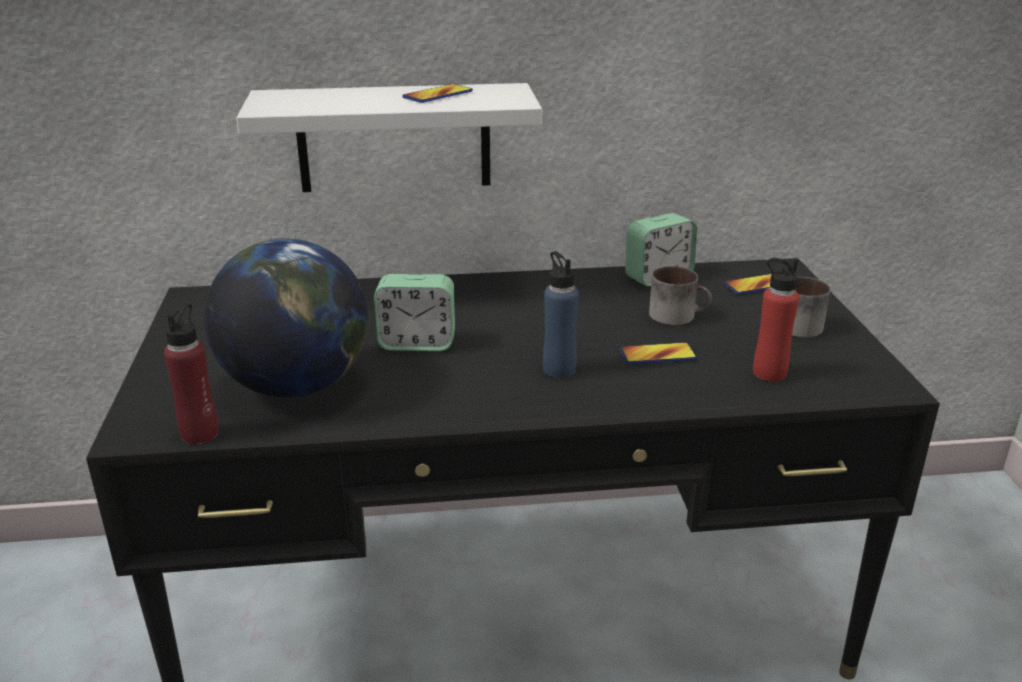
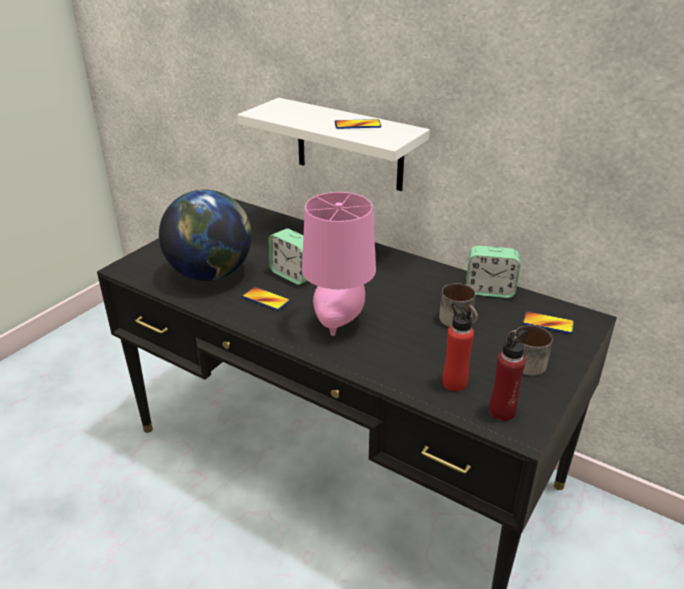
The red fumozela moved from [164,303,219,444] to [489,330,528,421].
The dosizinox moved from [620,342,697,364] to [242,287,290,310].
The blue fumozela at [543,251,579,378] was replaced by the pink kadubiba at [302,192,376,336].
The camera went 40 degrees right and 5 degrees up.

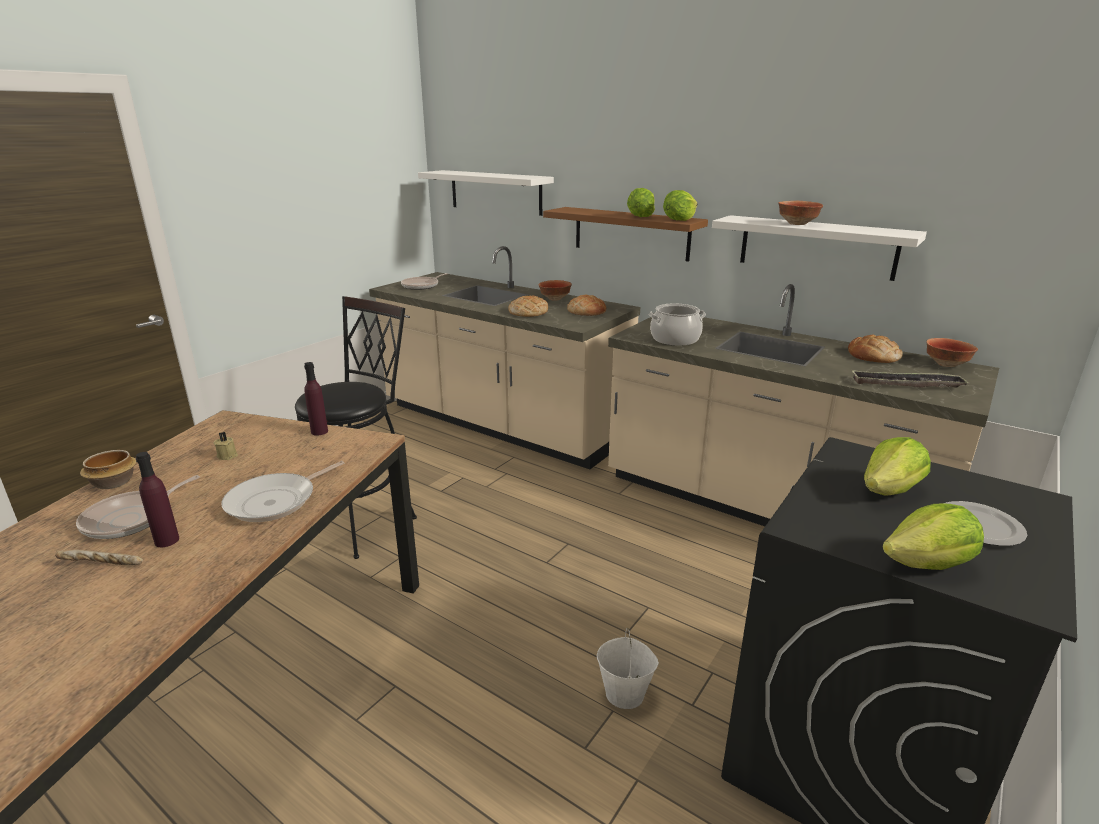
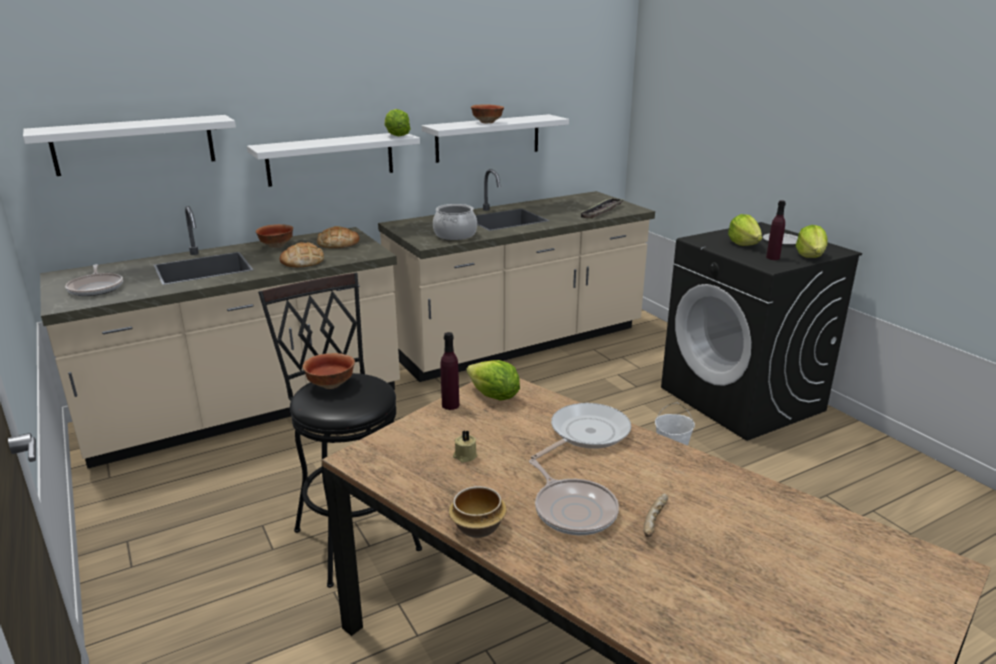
The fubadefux at [848,334,903,363] disappeared.
The purple fumozela moved from [136,452,179,547] to [766,200,786,260].
The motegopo moved from [627,188,655,217] to [467,360,520,401].
The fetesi moved from [926,338,978,367] to [303,353,355,389].
The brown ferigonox at [543,207,708,262] became the white ferigonox at [247,133,420,187].
The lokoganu at [222,461,344,522] turned 105 degrees counterclockwise.
The camera went 65 degrees left and 0 degrees up.

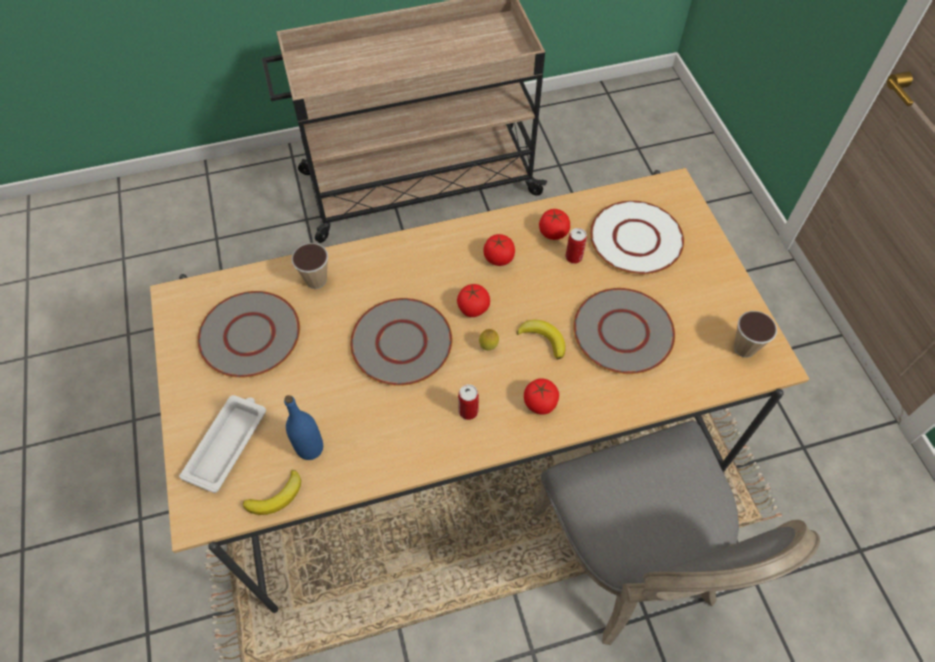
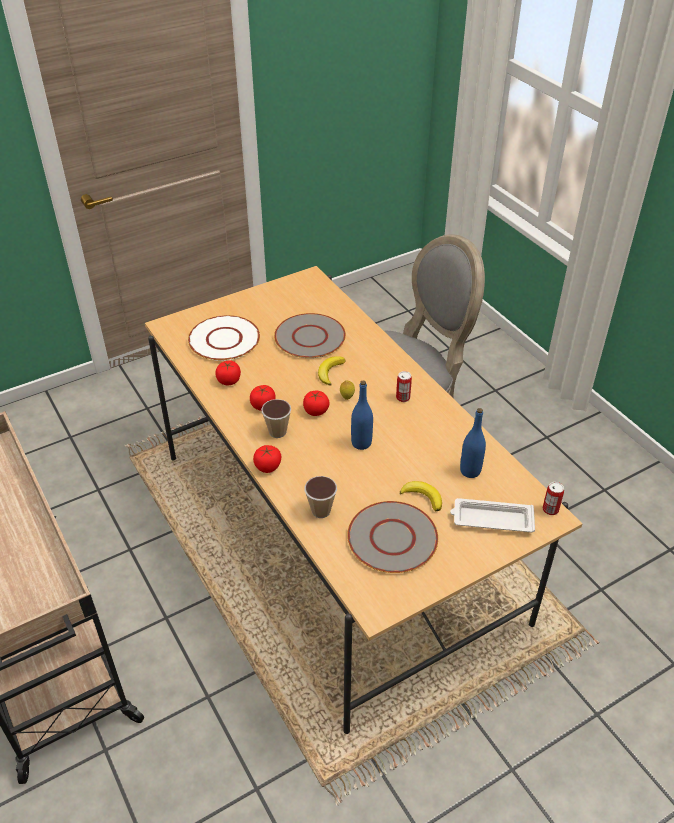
The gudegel moved from [243,470,301,515] to [400,481,442,511].
The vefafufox moved from [524,378,559,415] to [253,445,281,473].
The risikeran moved from [565,228,587,264] to [543,482,564,515].
The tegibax moved from [734,311,777,358] to [261,399,291,438].
The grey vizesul at [350,298,452,386] was replaced by the blue fumozela at [351,380,373,450].
The camera went 105 degrees left and 15 degrees down.

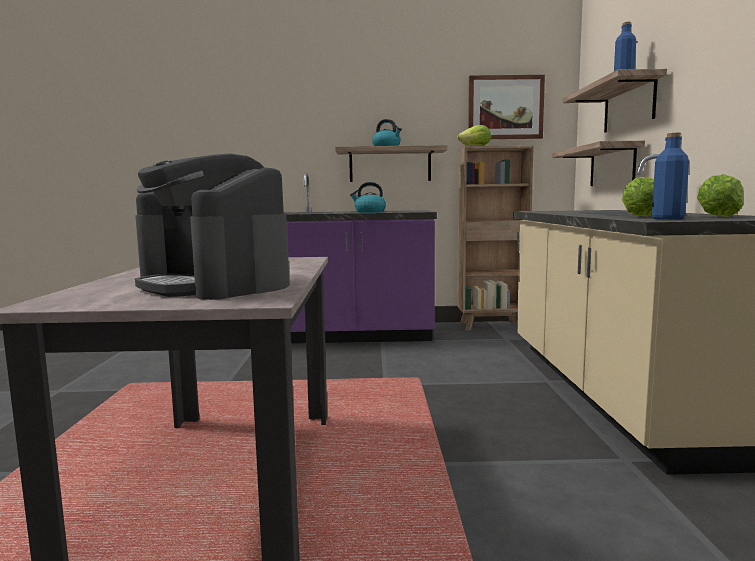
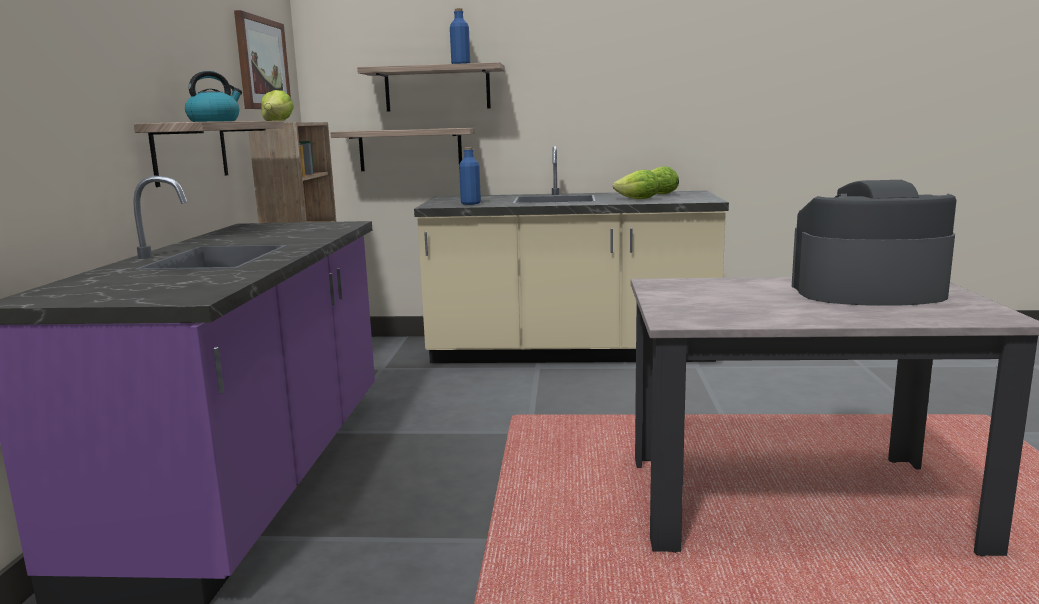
The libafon at [350,182,386,213] disappeared.
The blue fumozela moved from [652,133,689,219] to [459,147,481,205].
The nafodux at [135,153,290,300] turned 135 degrees counterclockwise.
The camera went 85 degrees left and 5 degrees up.

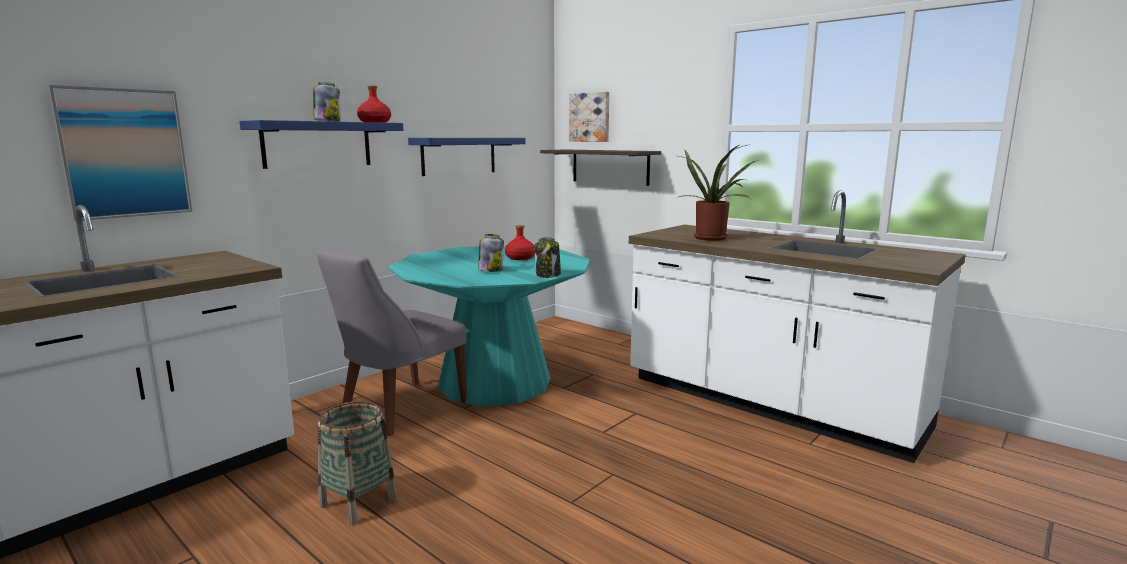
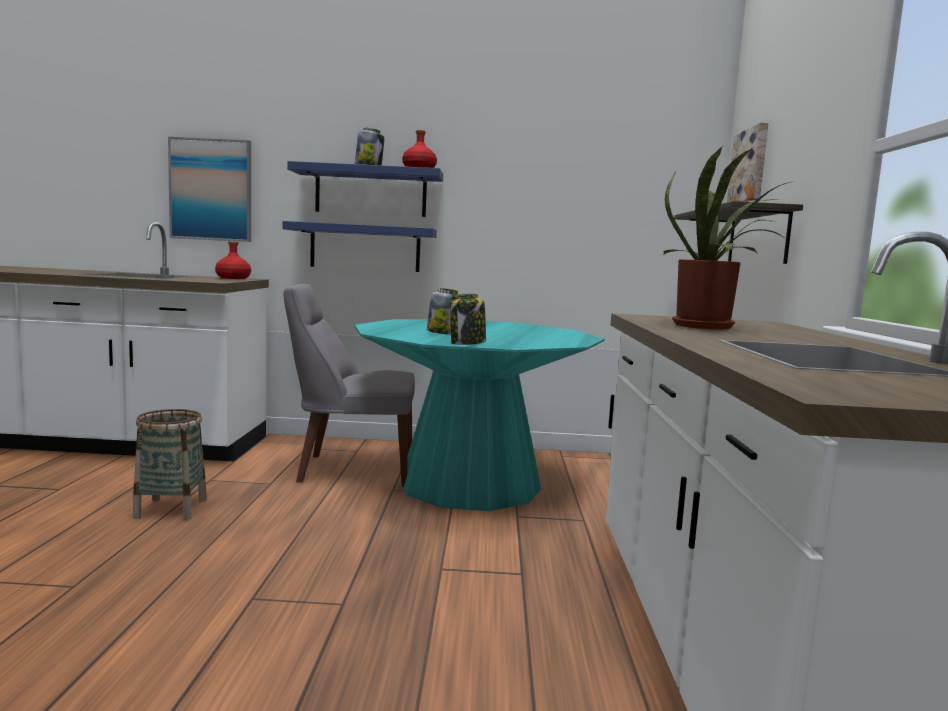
The blue ferigonox moved from [408,138,526,176] to [282,221,437,272].
The red fumozela moved from [505,225,535,260] to [215,241,251,279].
The camera went 50 degrees right and 5 degrees down.

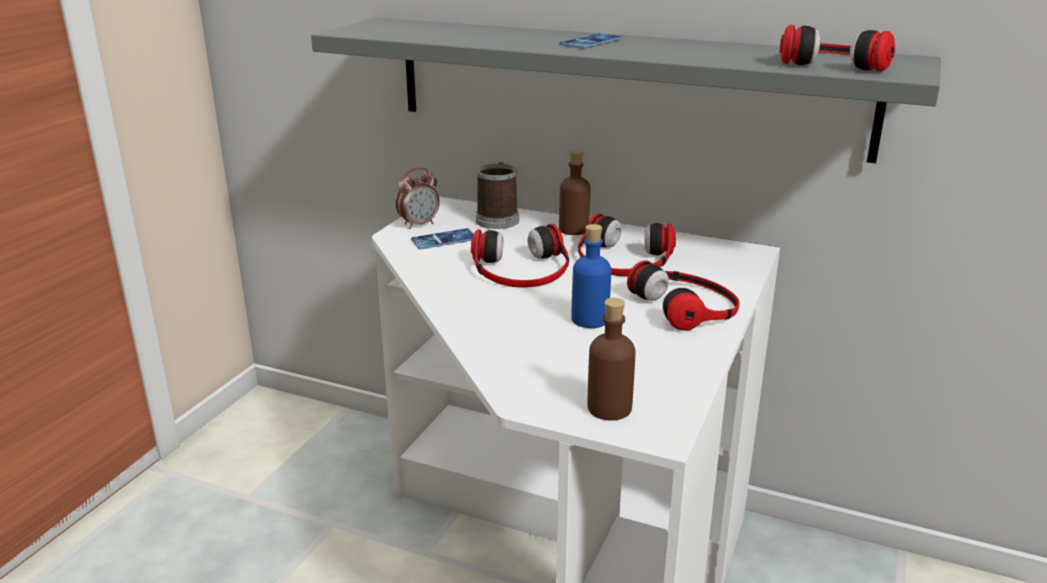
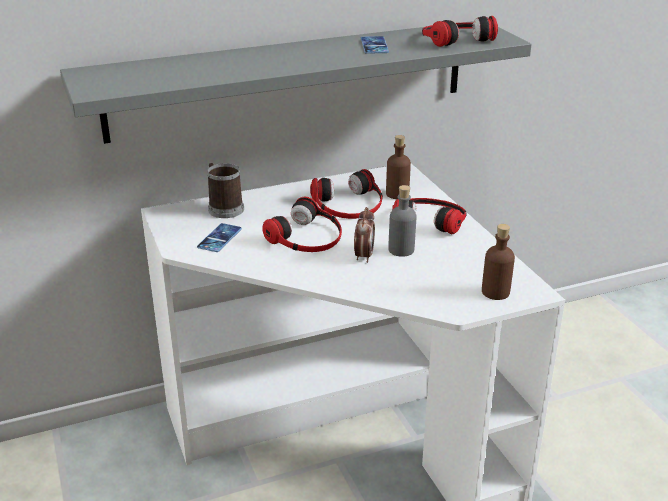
The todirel moved from [395,168,440,229] to [354,207,375,263].
The dosizinox moved from [559,33,622,48] to [361,36,389,54].
The brown fumozela moved from [559,151,591,235] to [386,135,411,199].
The blue fumozela at [571,224,611,328] became the grey fumozela at [388,185,417,257].
The camera went 45 degrees left and 5 degrees up.

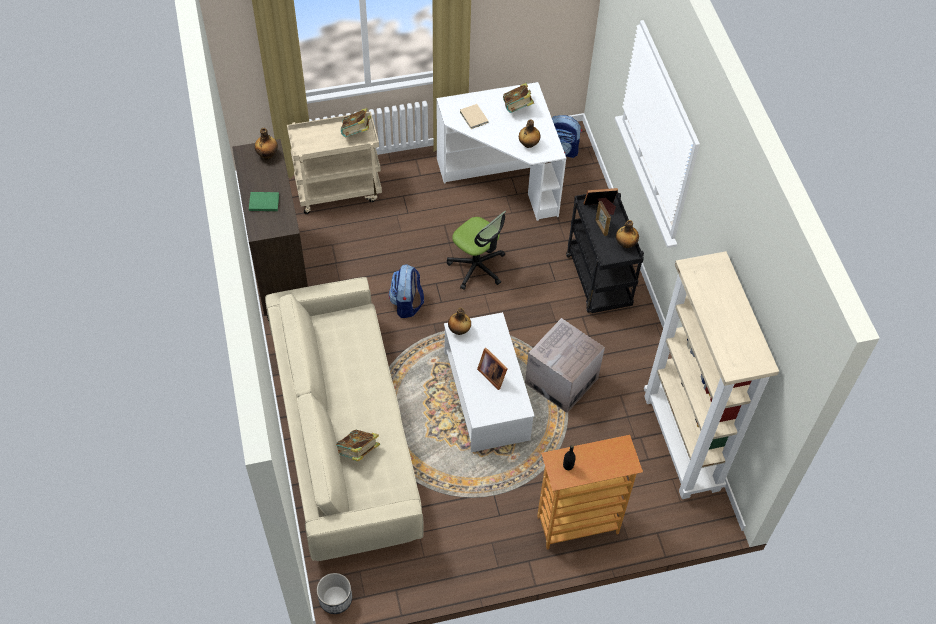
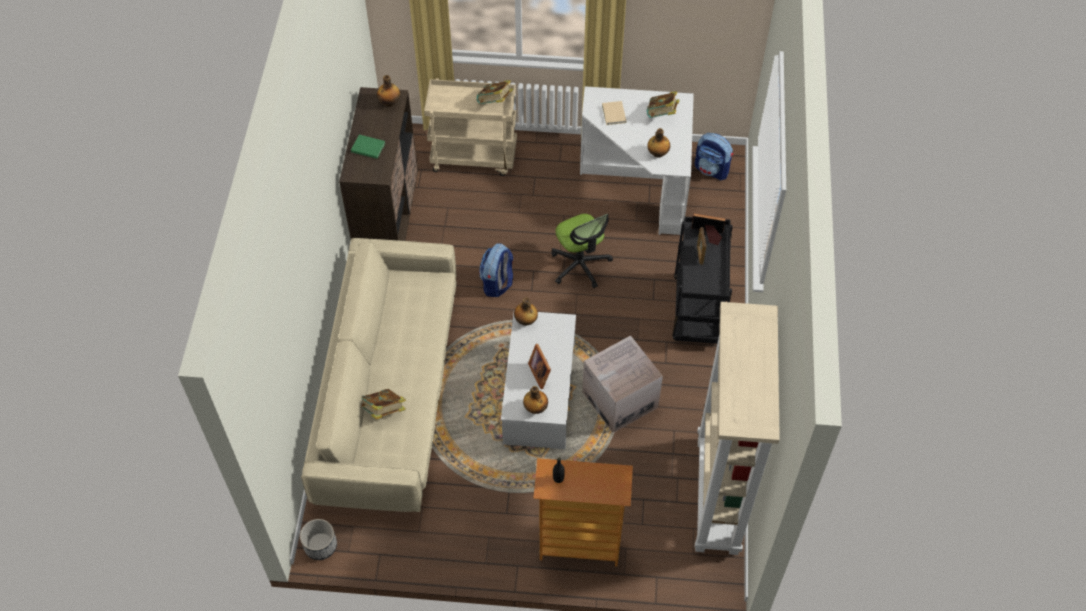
The fumozela moved from [616,220,639,248] to [523,386,548,414].
The camera went 20 degrees right and 0 degrees up.

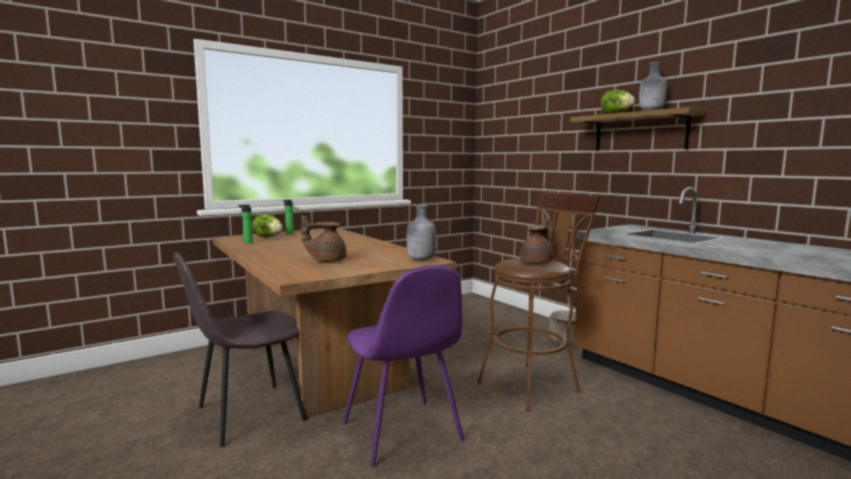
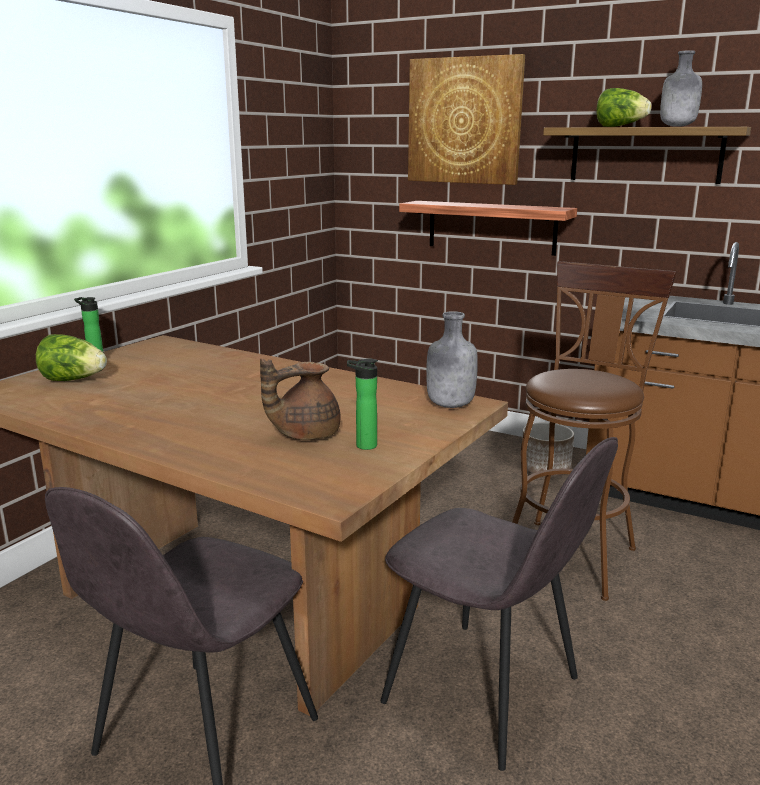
The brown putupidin at [520,217,554,264] disappeared.
The ferigonox at [399,201,577,256] appeared.
The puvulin at [408,54,525,185] appeared.
The fumozela moved from [238,204,253,243] to [347,359,378,450].
The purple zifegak at [343,265,464,467] became the grey zifegak at [381,437,618,771].
The camera went 25 degrees left and 10 degrees up.

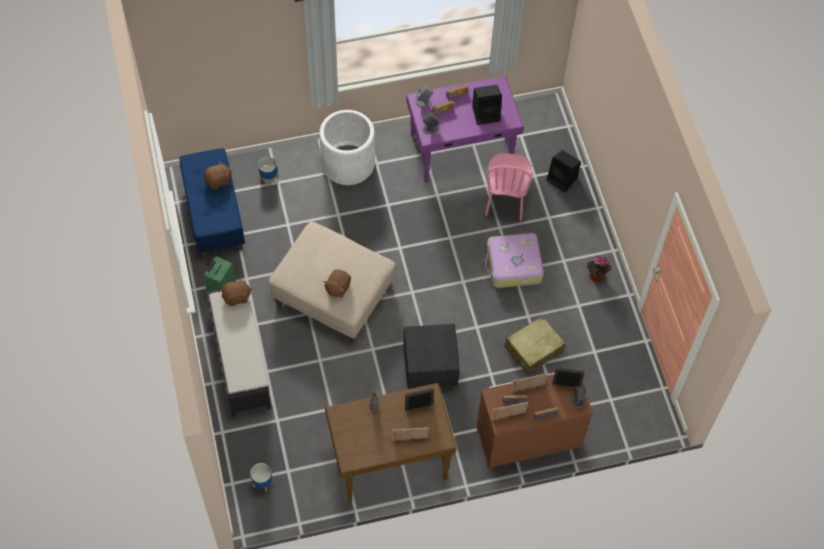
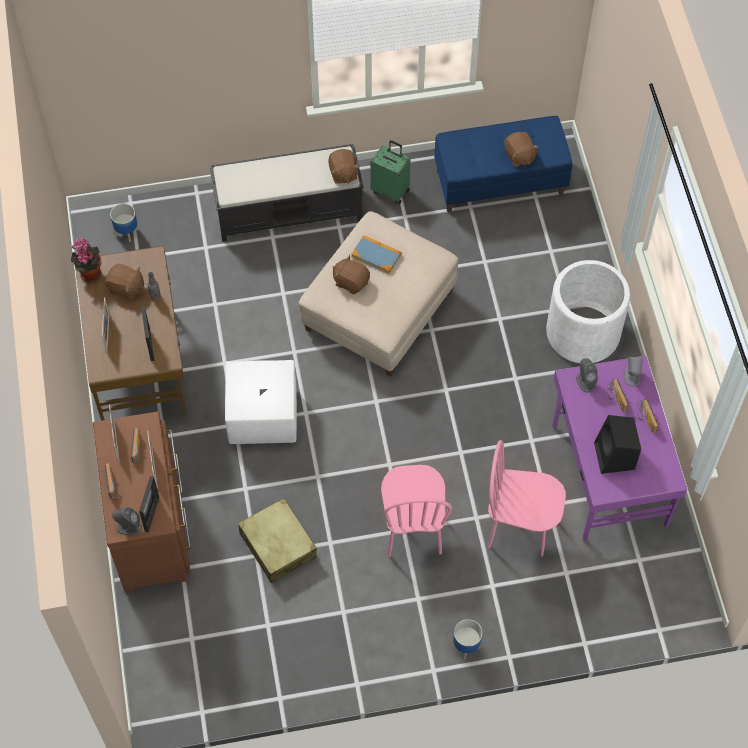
The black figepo at [546,150,581,192] disappeared.
The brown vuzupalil at [105,263,145,301] appeared.
The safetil at [351,235,402,274] appeared.
The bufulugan moved from [258,156,278,186] to [452,619,482,659].
The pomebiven moved from [587,256,612,282] to [71,237,101,282].
The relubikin at [485,233,544,288] was replaced by the pink zifegak at [381,465,452,557].
The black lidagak at [404,324,460,389] became the white lidagak at [225,360,297,444].
The camera went 95 degrees right and 0 degrees up.

